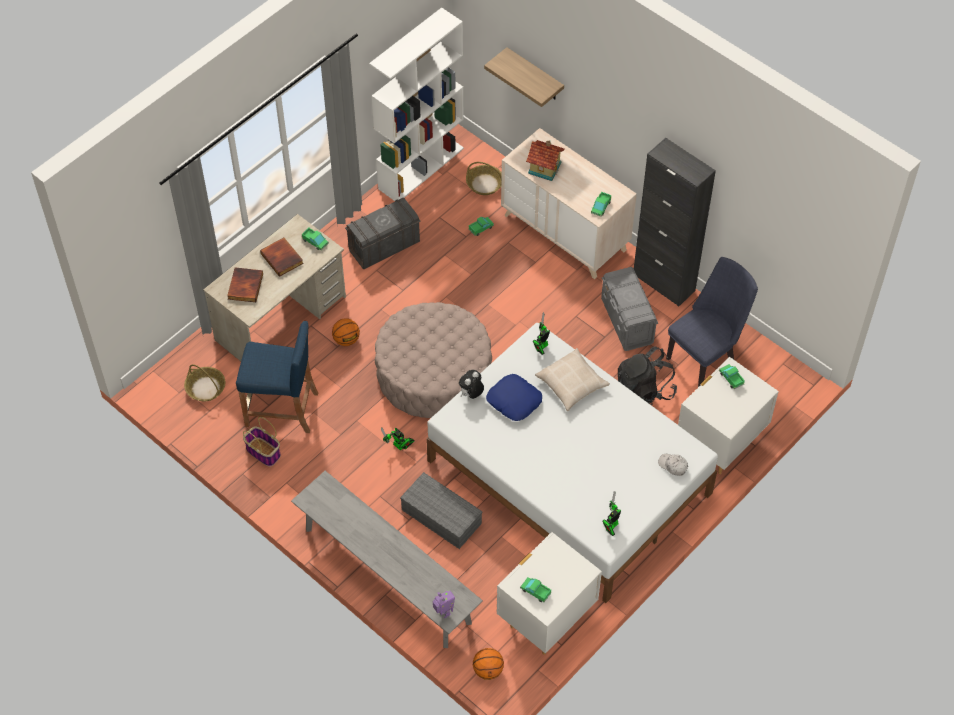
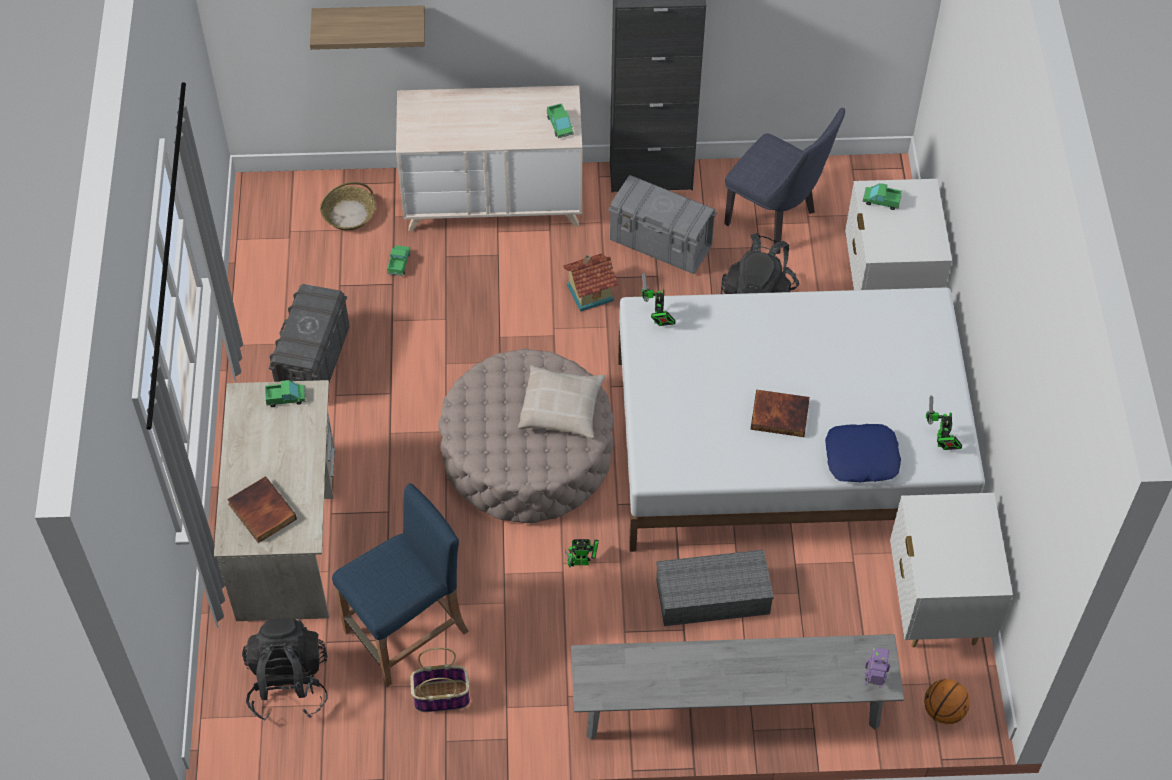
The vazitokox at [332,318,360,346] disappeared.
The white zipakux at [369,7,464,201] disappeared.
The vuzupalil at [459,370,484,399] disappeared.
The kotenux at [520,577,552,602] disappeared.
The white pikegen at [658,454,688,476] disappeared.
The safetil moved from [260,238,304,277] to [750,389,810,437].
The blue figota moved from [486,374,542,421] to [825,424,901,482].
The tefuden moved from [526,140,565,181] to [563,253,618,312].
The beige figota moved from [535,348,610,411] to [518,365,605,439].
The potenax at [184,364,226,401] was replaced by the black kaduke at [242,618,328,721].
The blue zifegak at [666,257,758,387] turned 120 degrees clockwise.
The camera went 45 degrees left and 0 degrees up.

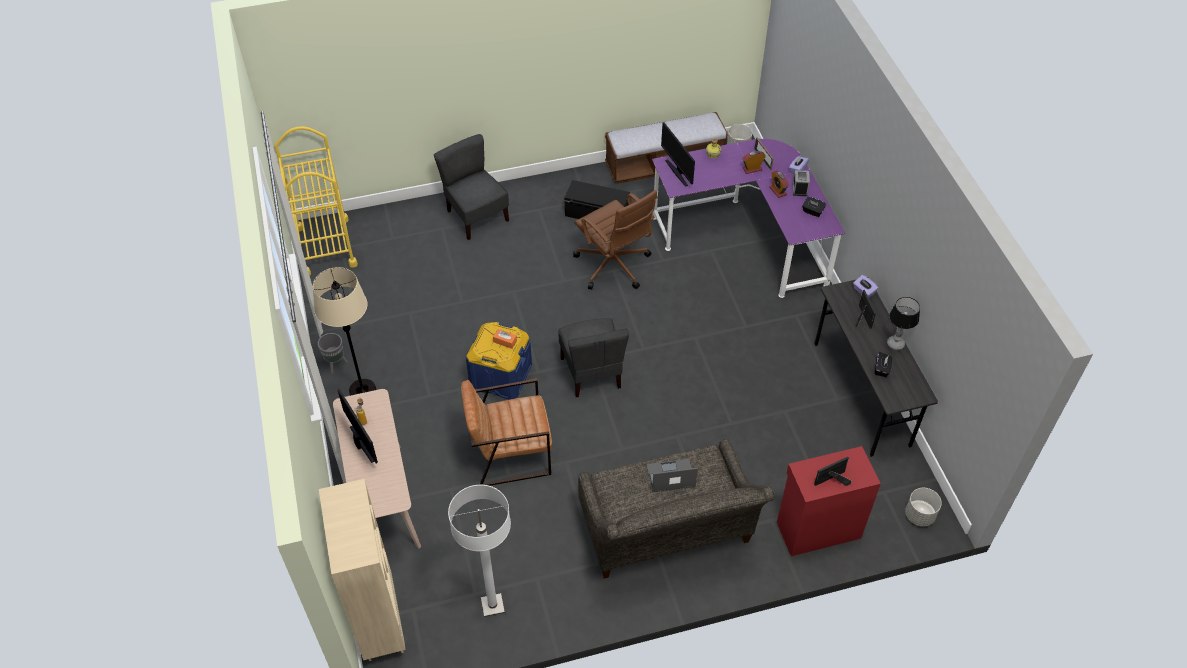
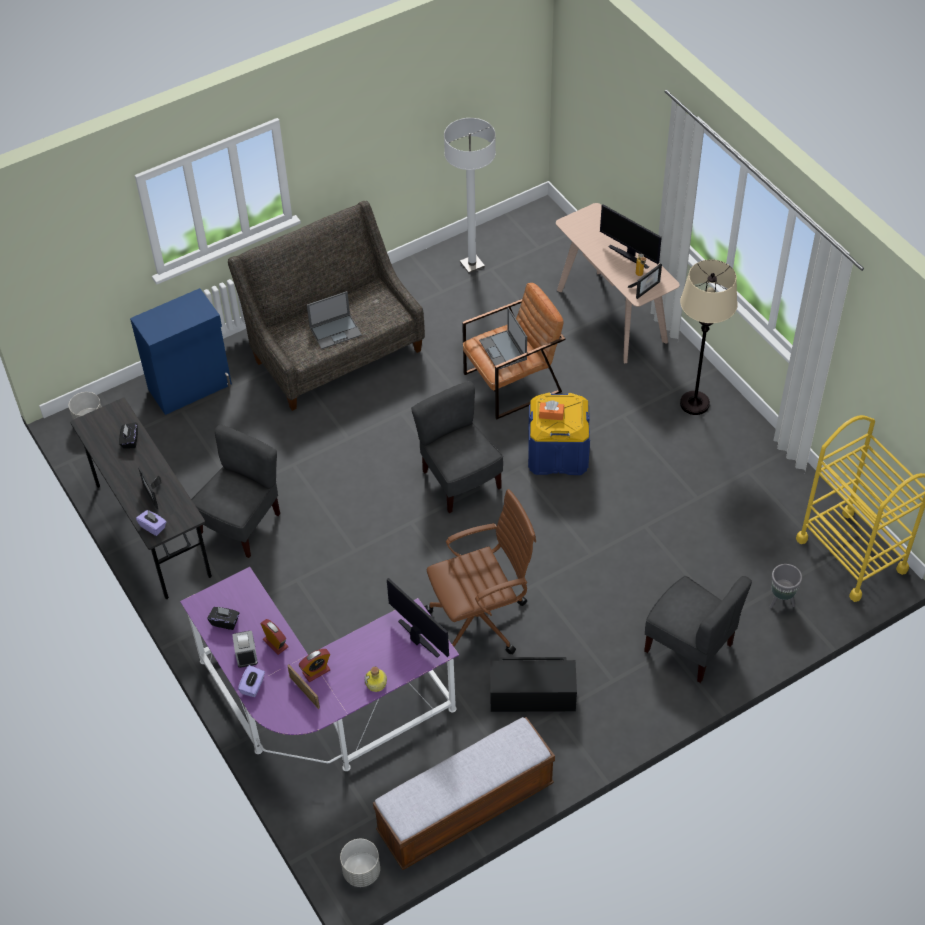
The beige zipakux at [319,479,405,661] disappeared.
The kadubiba at [887,297,920,350] disappeared.
The grey zifegak at [191,425,280,558] appeared.
The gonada at [479,307,527,370] appeared.
The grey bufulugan moved from [318,333,348,374] to [770,564,802,608].
The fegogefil moved from [814,457,851,486] to [627,263,662,299].
The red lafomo at [777,446,881,556] became the blue lafomo at [130,288,232,415].
The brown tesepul at [573,190,658,290] turned 120 degrees clockwise.
The camera went 165 degrees right and 0 degrees up.

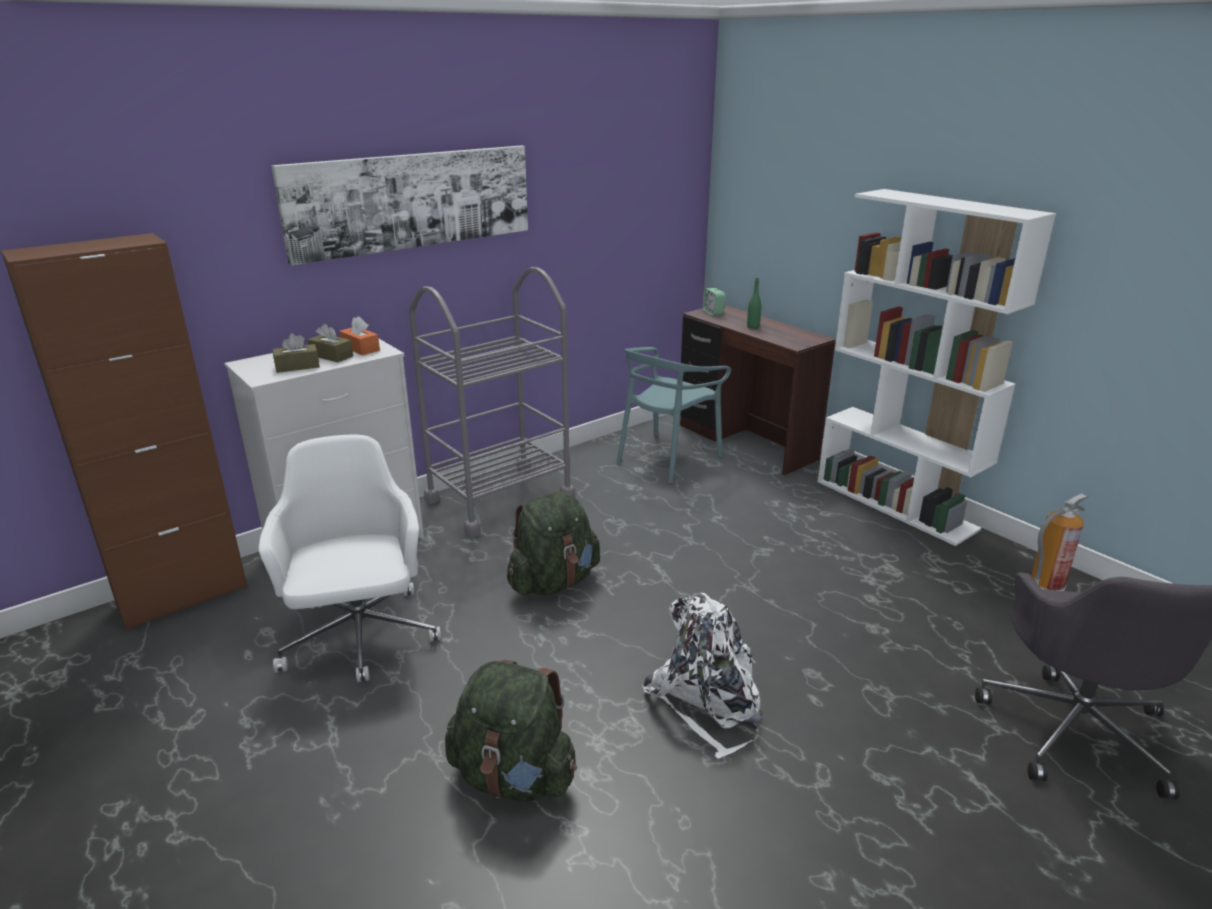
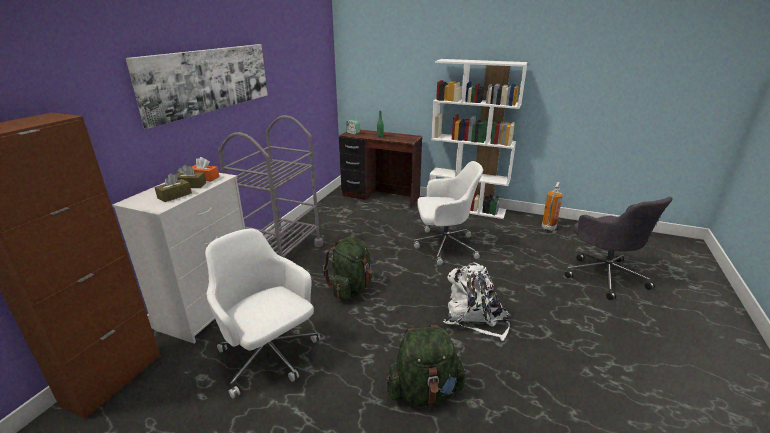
The turquoise zifegak at [617,347,731,483] disappeared.
The white tesepul at [414,161,483,265] appeared.
The camera went 30 degrees left and 0 degrees up.

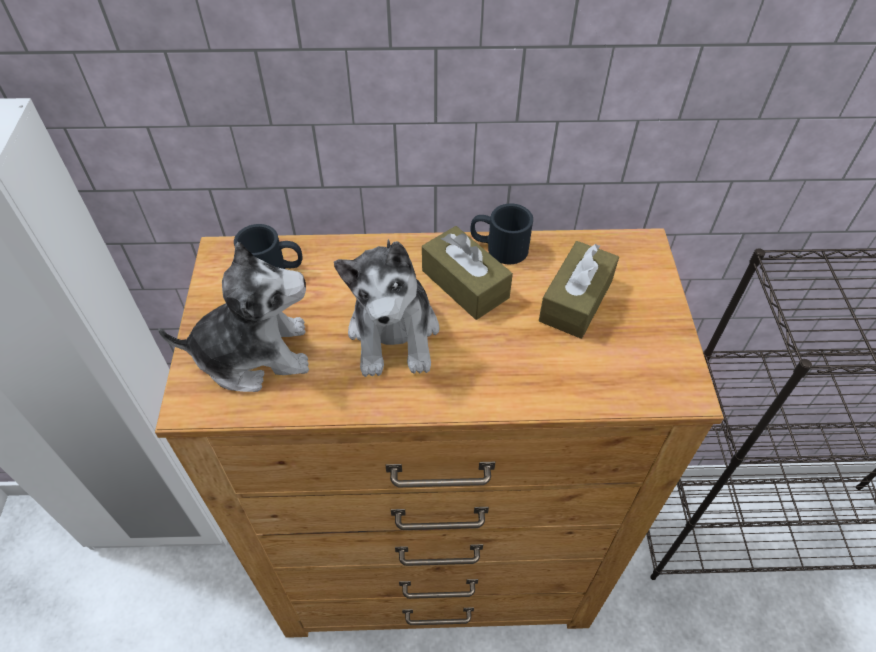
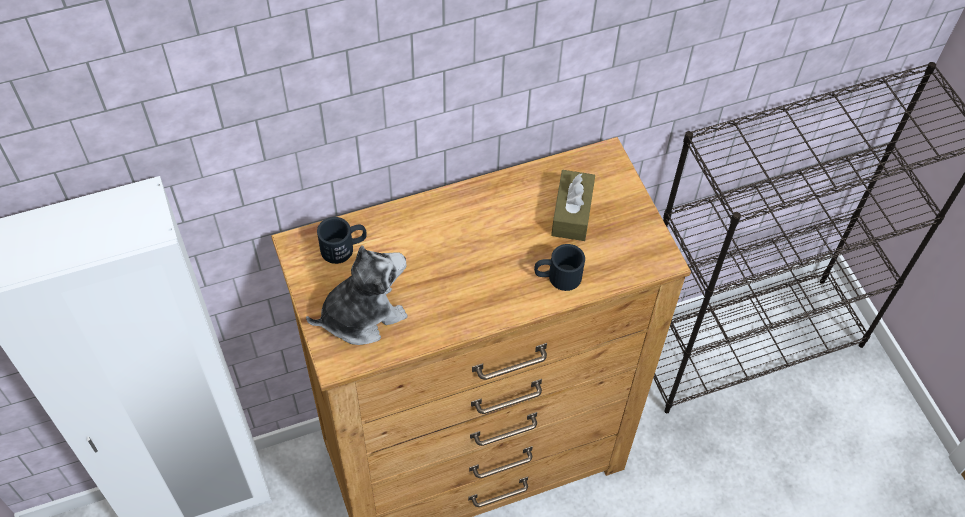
The vuzupalil at [334,239,440,377] disappeared.
The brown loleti at [422,226,513,320] disappeared.
The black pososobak moved from [470,203,533,265] to [534,244,585,291].
The camera went 20 degrees left and 5 degrees up.

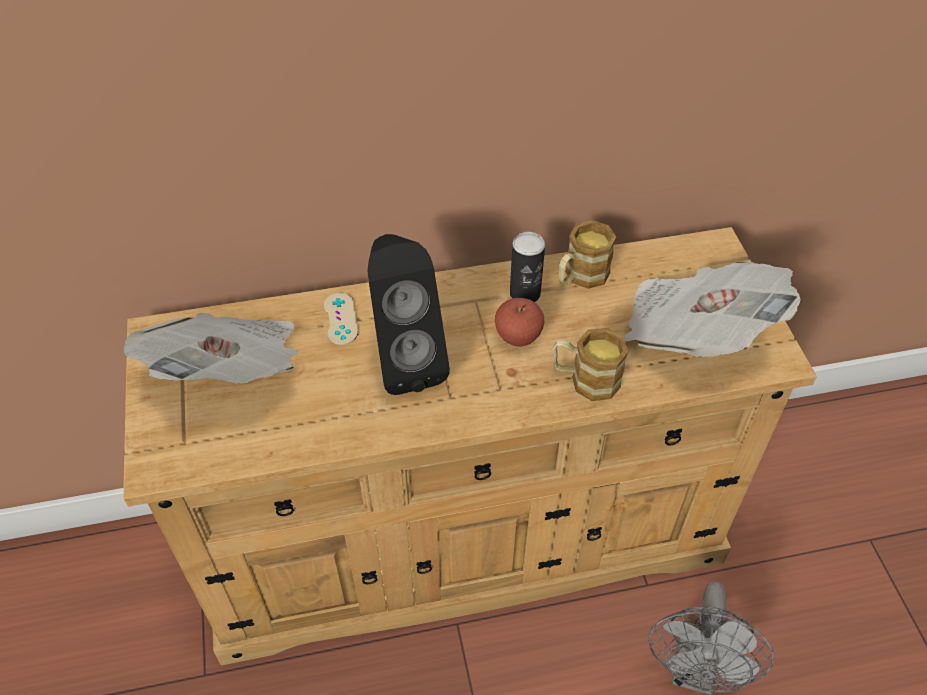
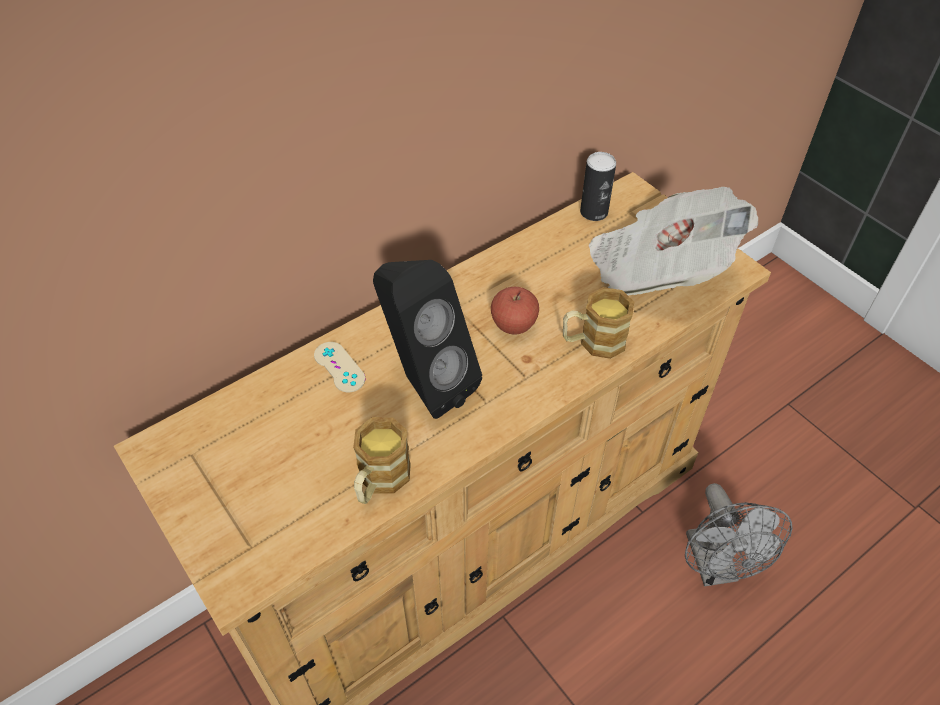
The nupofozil at [124,313,298,383] disappeared.
The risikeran moved from [510,232,545,302] to [580,152,616,221].
The pososobak moved from [559,220,616,289] to [353,417,411,504].
The camera went 25 degrees left and 0 degrees up.

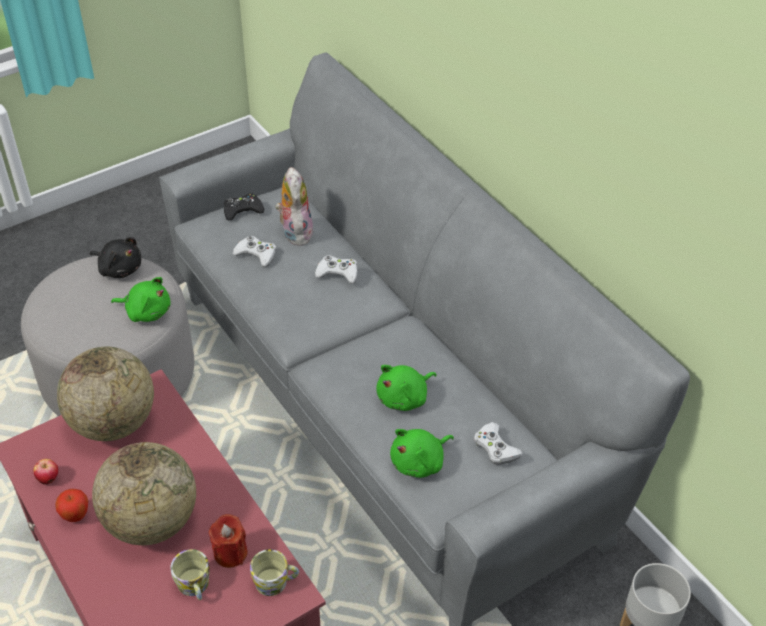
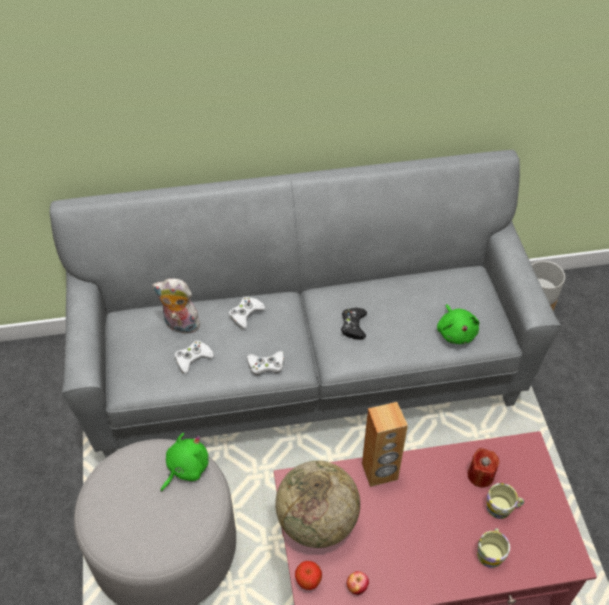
The black vuzupalil at [90,237,141,278] disappeared.
The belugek at [92,442,196,545] disappeared.
The green vuzupalil at [376,365,437,411] disappeared.
The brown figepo at [362,402,408,487] appeared.
The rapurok moved from [55,489,88,522] to [295,561,322,590].
The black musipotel moved from [224,194,264,221] to [341,308,367,340].
The pososobak moved from [250,549,299,596] to [477,528,510,568].
The white musipotel moved from [474,422,523,465] to [247,351,284,375].
The camera went 65 degrees left and 5 degrees up.

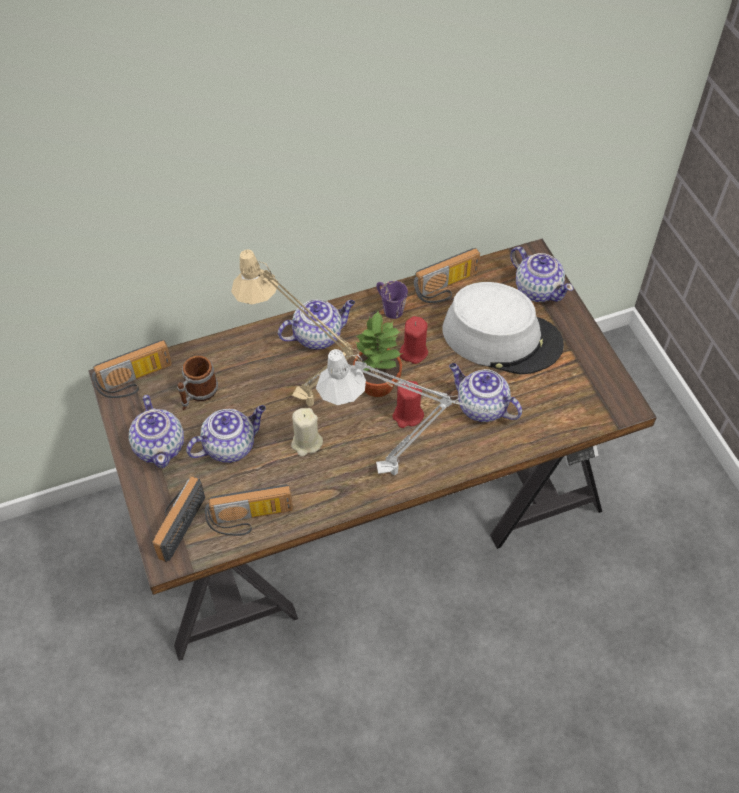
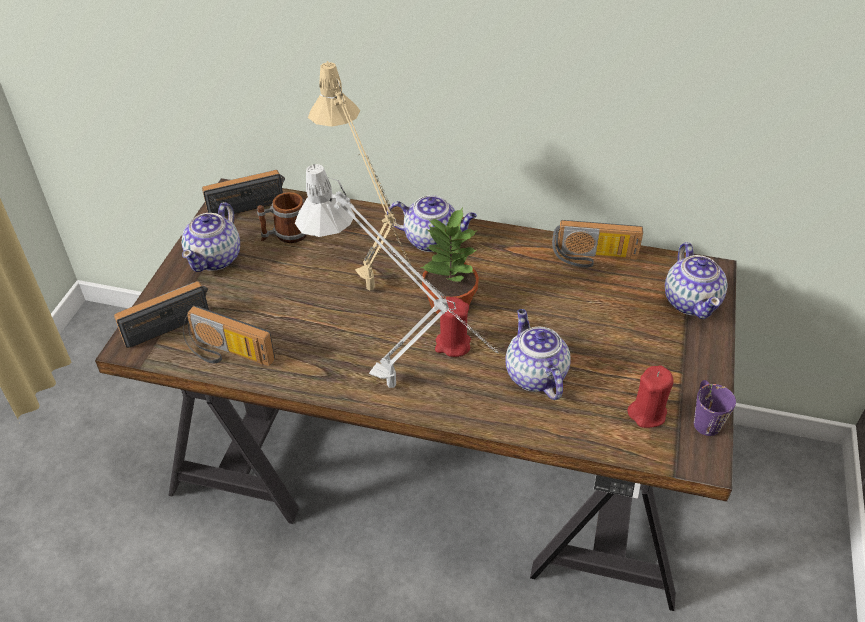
The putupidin at [186,405,266,463] disappeared.
The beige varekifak at [291,408,323,457] disappeared.
The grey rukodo at [442,282,564,374] disappeared.
The purple pososobak moved from [376,281,408,319] to [694,380,736,436].
The red varekifak moved from [400,316,428,364] to [627,365,673,428].
The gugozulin at [92,340,172,398] turned 150 degrees clockwise.
The camera went 35 degrees right and 10 degrees down.

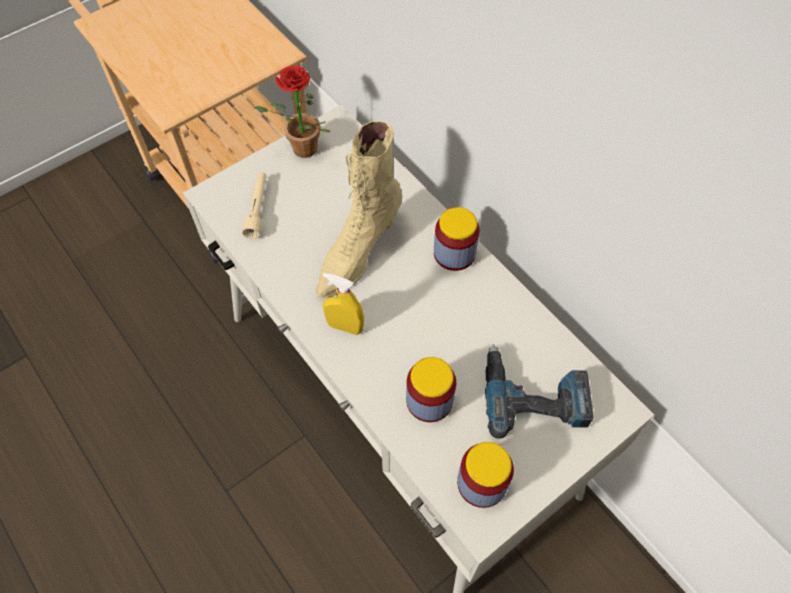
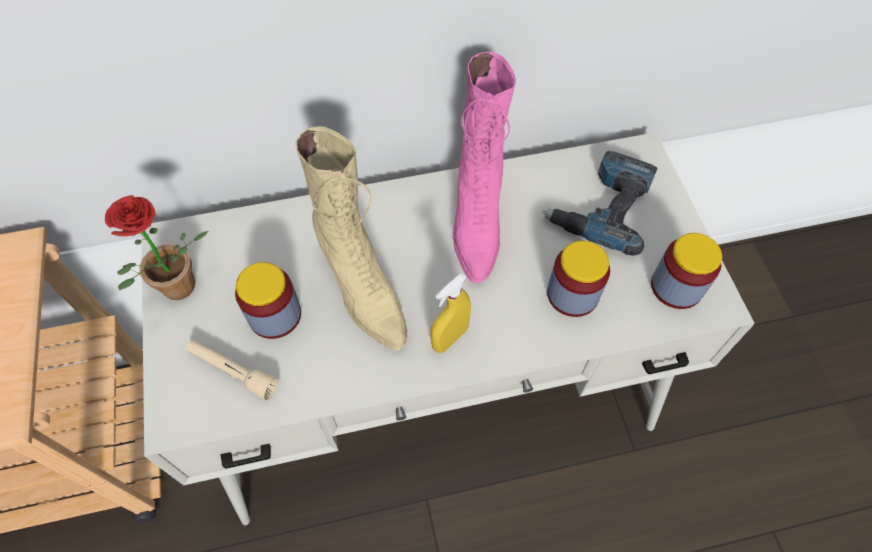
The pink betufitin at [453,52,516,283] appeared.
The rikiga moved from [434,207,480,271] to [235,262,301,339].
The camera went 65 degrees left and 0 degrees up.

